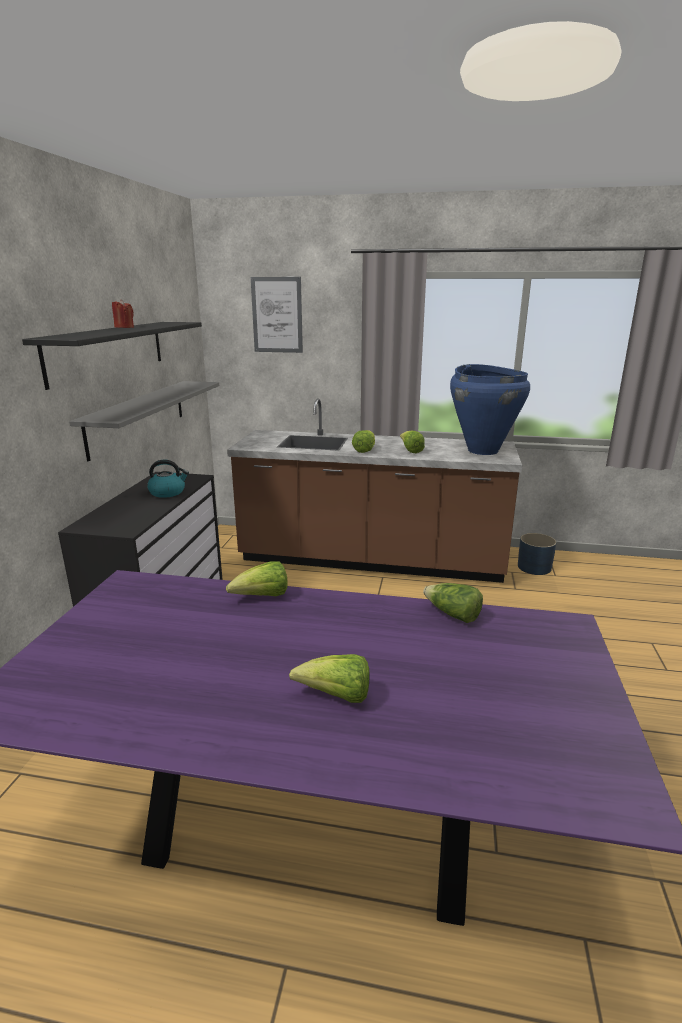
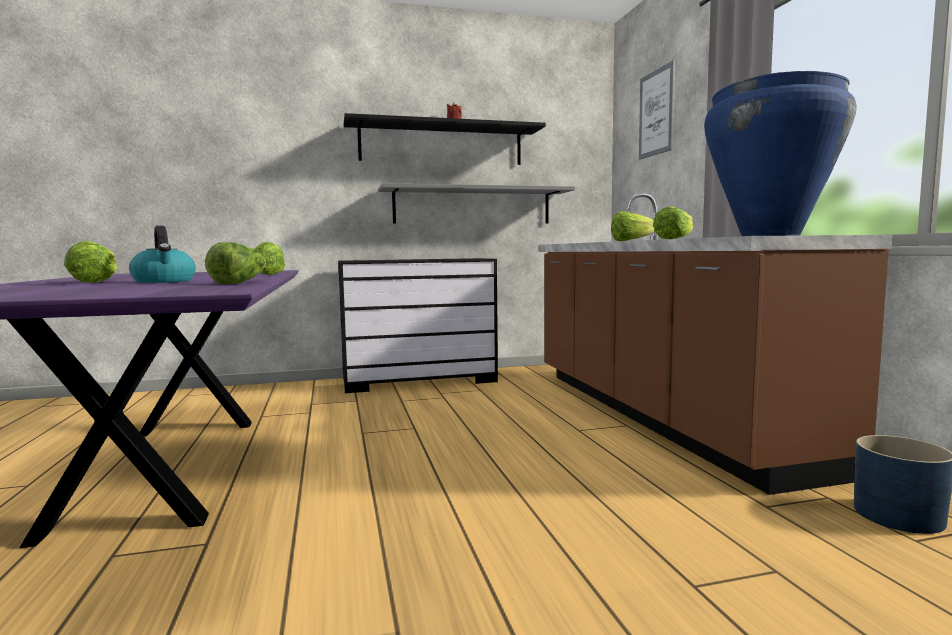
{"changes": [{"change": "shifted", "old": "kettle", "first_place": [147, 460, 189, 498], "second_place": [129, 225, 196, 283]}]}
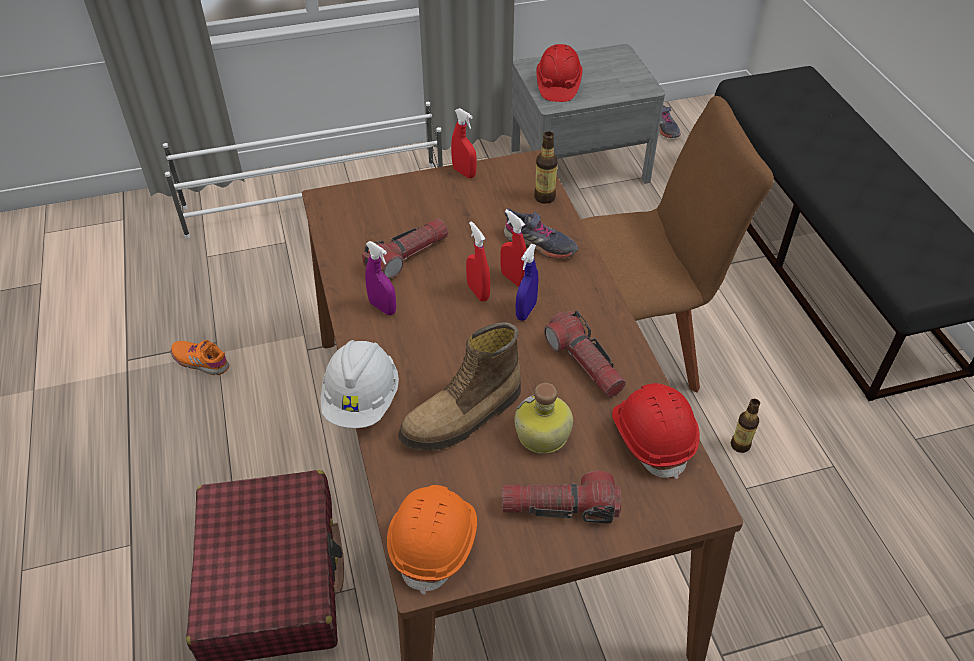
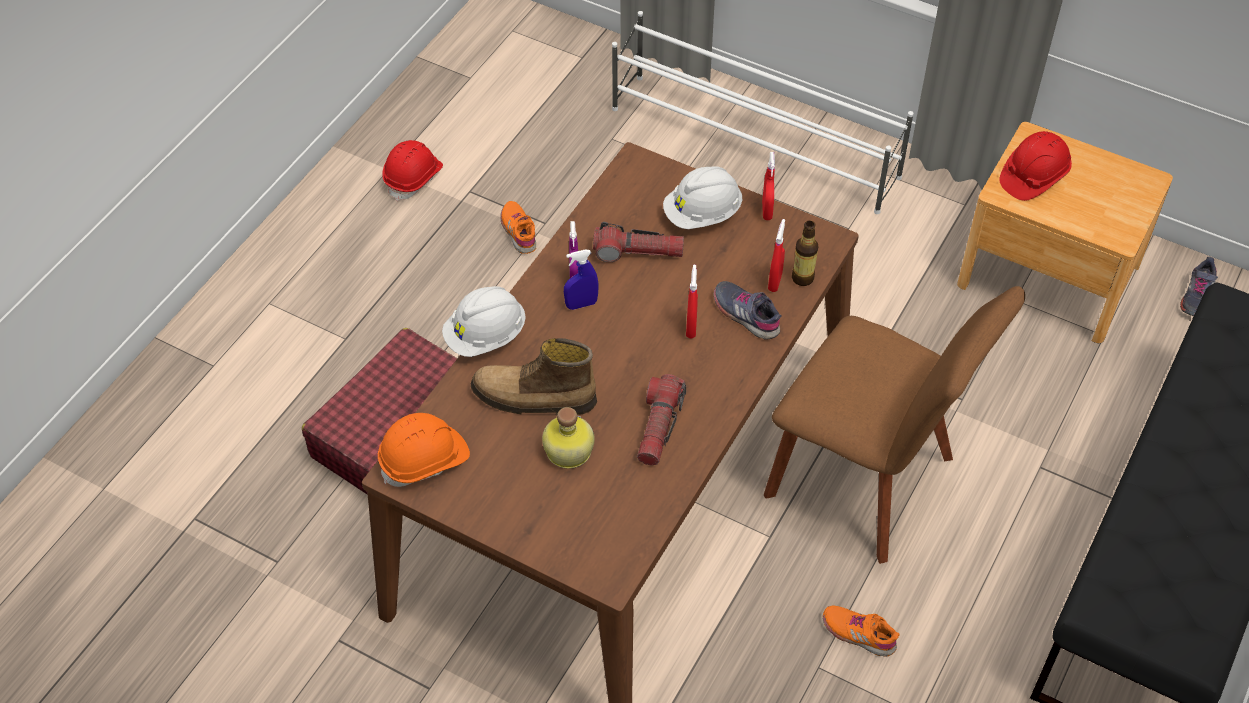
{"changes": [{"change": "shifted", "old": "red spray bottle", "first_place": [466, 221, 490, 302], "second_place": [768, 219, 785, 292]}, {"change": "gone", "old": "flashlight", "first_place": [502, 471, 621, 523]}, {"change": "rotated", "old": "grey shoe", "first_place": [504, 208, 578, 259], "second_place": [713, 281, 781, 340], "degrees": 150}, {"change": "repainted", "old": "grey nightstand", "new": "brown nightstand", "first_place": [511, 44, 665, 184], "second_place": [957, 122, 1173, 343]}, {"change": "shifted", "old": "blue spray bottle", "first_place": [516, 244, 538, 321], "second_place": [564, 249, 599, 310]}, {"change": "shifted", "old": "red hard hat", "first_place": [612, 383, 700, 479], "second_place": [382, 140, 443, 201]}, {"change": "swapped", "old": "bottle", "new": "orange shoe", "first_place": [731, 399, 760, 453], "second_place": [823, 605, 900, 657]}, {"change": "new", "new": "white hard hat", "second_place": [663, 166, 742, 229]}]}
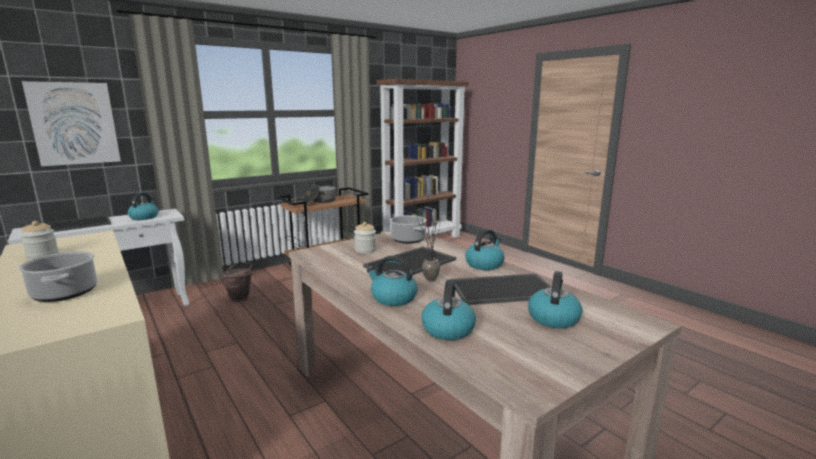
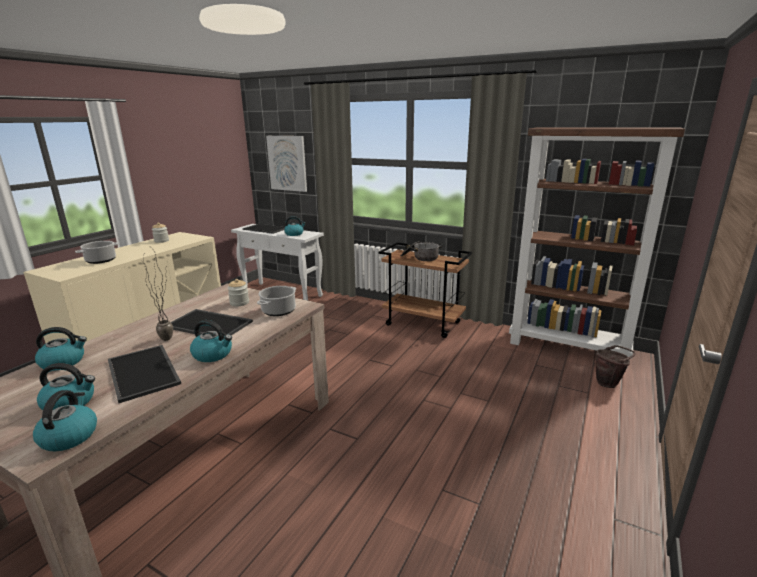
{"changes": [{"change": "shifted", "old": "brown bucket", "first_place": [222, 262, 253, 302], "second_place": [596, 345, 635, 388]}, {"change": "shifted", "old": "kettle", "first_place": [367, 256, 418, 306], "second_place": [33, 390, 97, 451]}]}
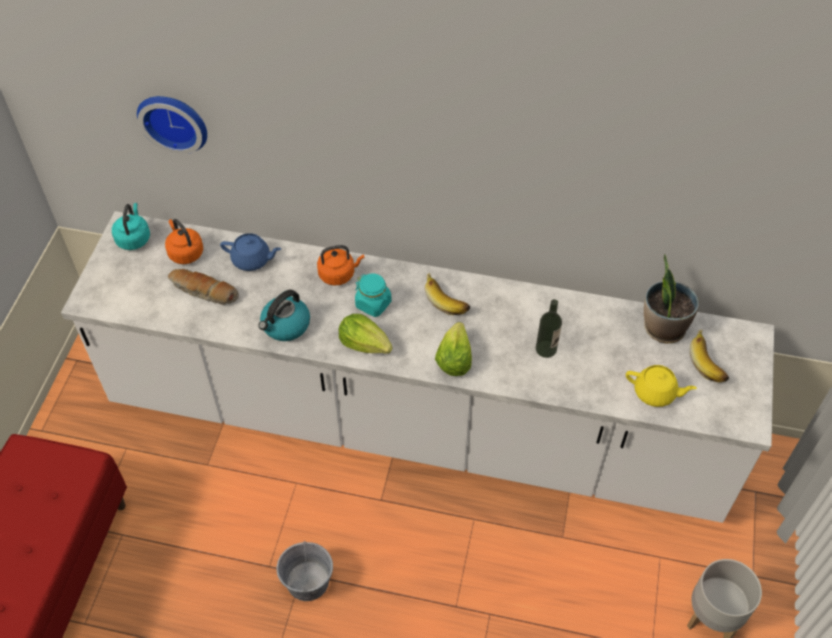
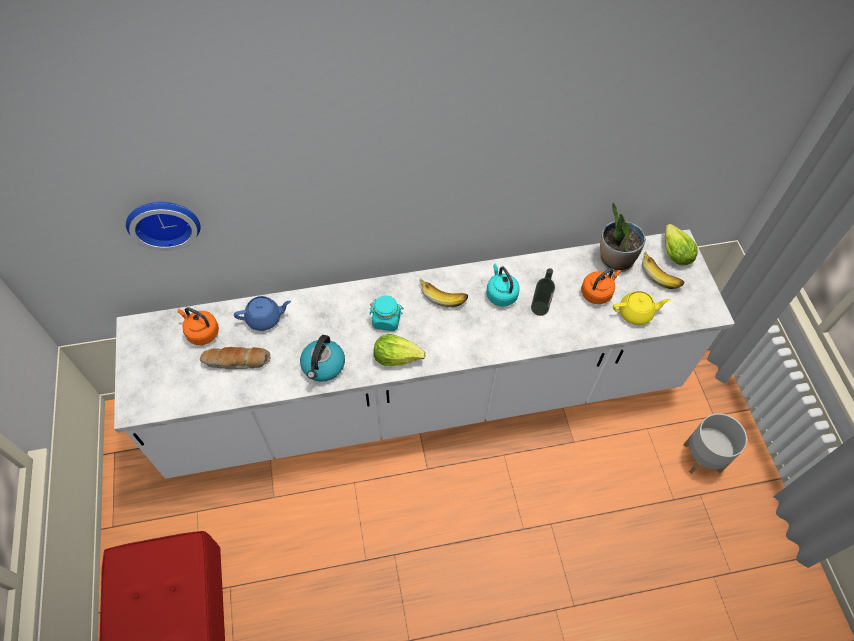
{"changes": [{"change": "shifted", "old": "turquoise kettle", "first_place": [112, 203, 150, 250], "second_place": [487, 264, 519, 307]}, {"change": "gone", "old": "grey bucket", "first_place": [277, 540, 333, 601]}, {"change": "shifted", "old": "orange kettle", "first_place": [317, 245, 365, 286], "second_place": [581, 268, 621, 304]}, {"change": "shifted", "old": "lettuce", "first_place": [435, 322, 472, 376], "second_place": [665, 224, 698, 265]}]}
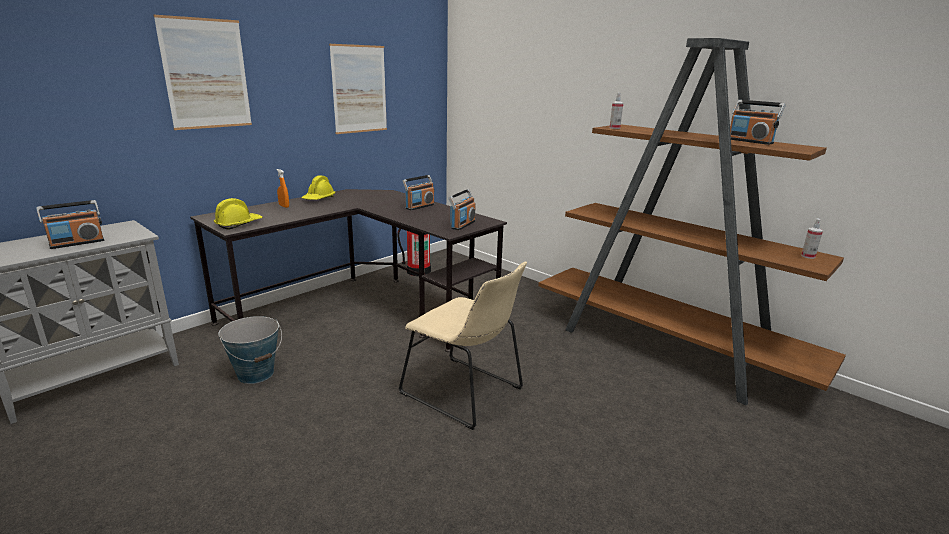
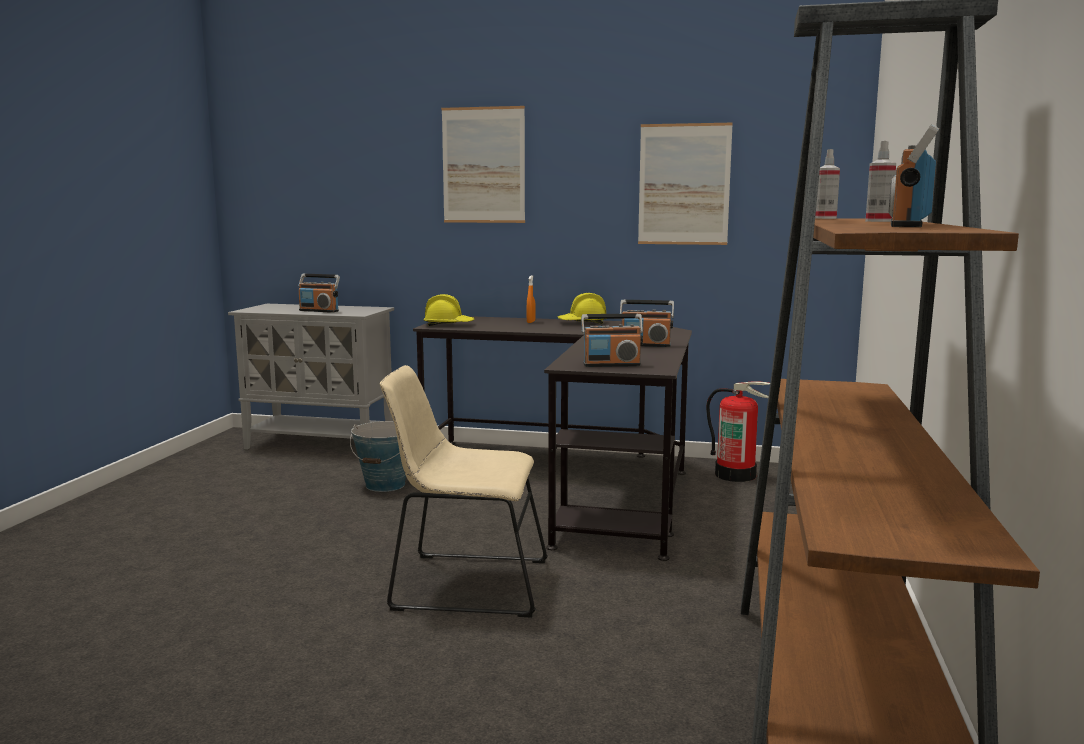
{"changes": [{"change": "rotated", "old": "beige chair", "first_place": [398, 261, 527, 430], "second_place": [380, 365, 548, 618], "degrees": 90}, {"change": "shifted", "old": "spray bottle", "first_place": [801, 219, 823, 259], "second_place": [865, 141, 896, 222]}]}
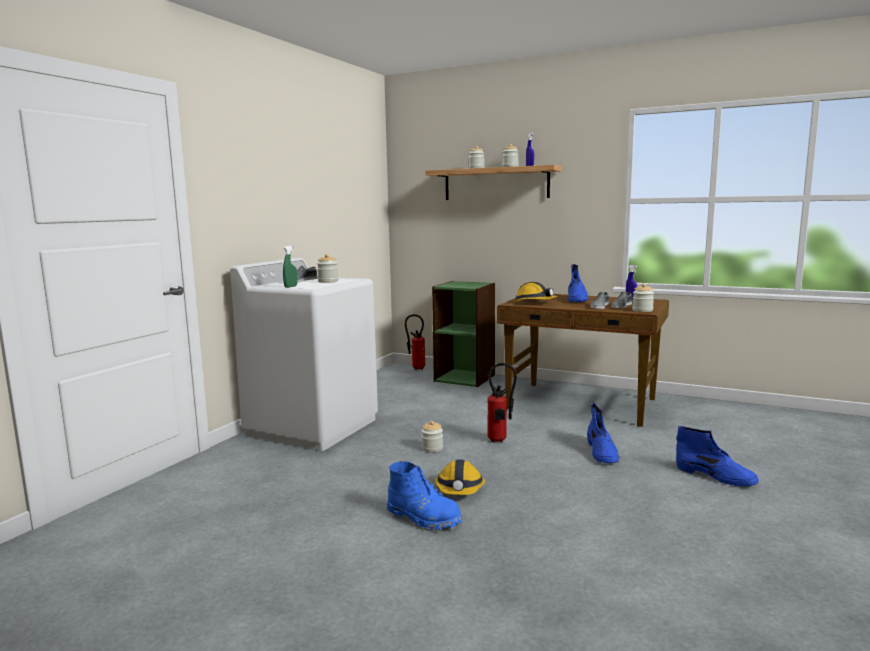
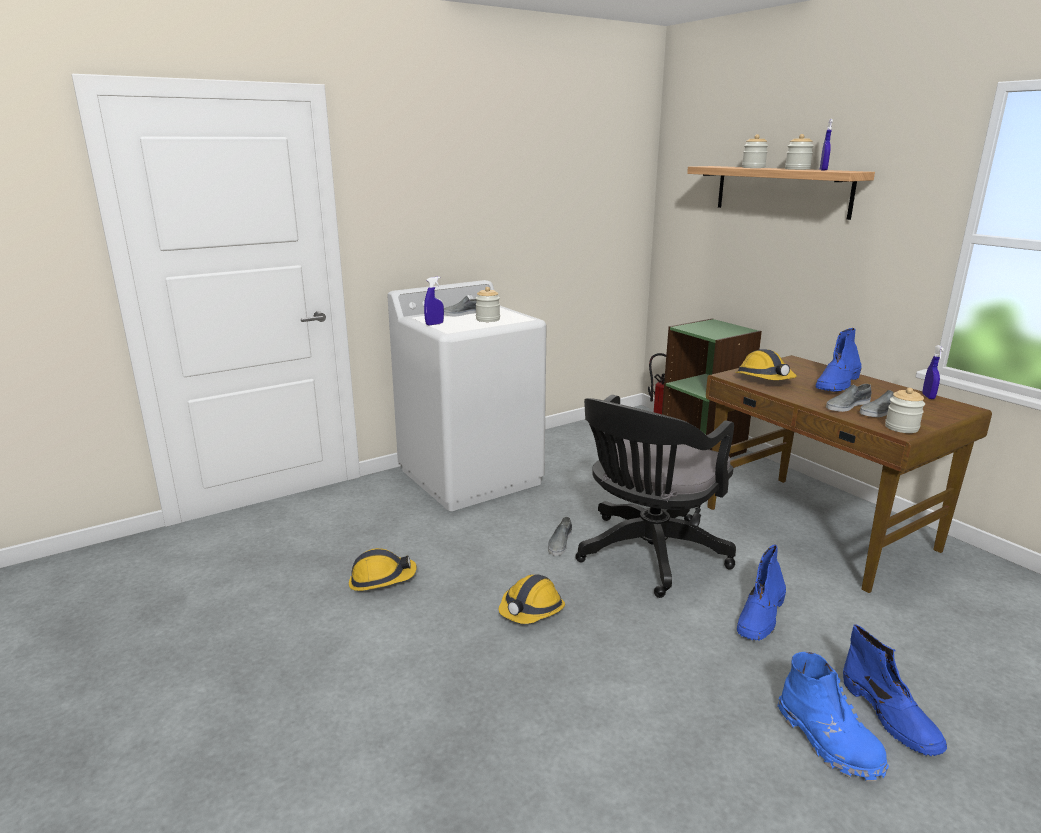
{"changes": [{"change": "repainted", "old": "green spray bottle", "new": "blue spray bottle", "first_place": [283, 245, 297, 288], "second_place": [424, 277, 444, 325]}, {"change": "shifted", "old": "blue boot", "first_place": [386, 461, 462, 531], "second_place": [778, 652, 889, 782]}, {"change": "swapped", "old": "jar", "new": "grey shoe", "first_place": [421, 421, 443, 452], "second_place": [548, 517, 572, 556]}, {"change": "swapped", "old": "fire extinguisher", "new": "black office chair", "first_place": [487, 363, 516, 443], "second_place": [575, 395, 736, 598]}, {"change": "new", "new": "hard hat", "second_place": [349, 548, 417, 591]}]}
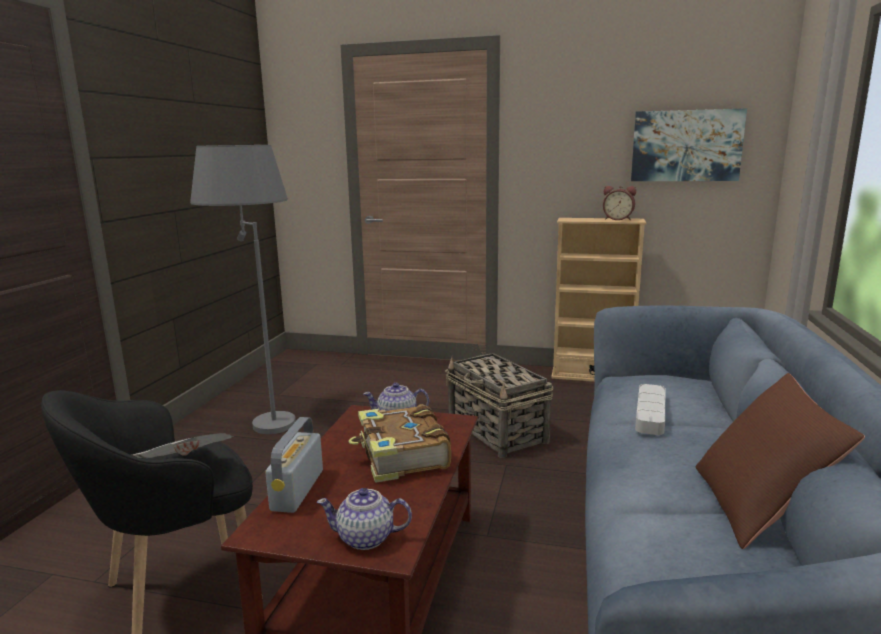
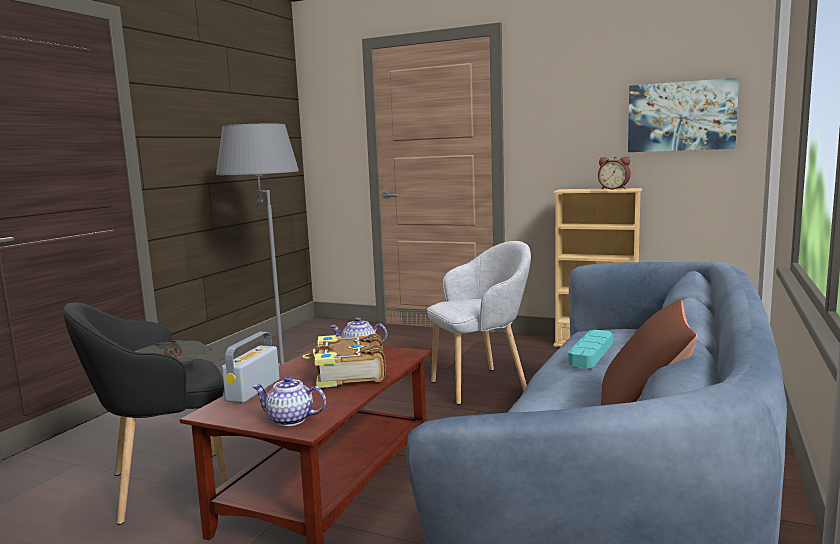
{"changes": [{"change": "swapped", "old": "basket", "new": "grey armchair", "first_place": [445, 353, 553, 458], "second_place": [427, 241, 531, 405]}, {"change": "repainted", "old": "grey tray", "new": "turquoise tray", "first_place": [635, 384, 665, 435], "second_place": [568, 330, 613, 368]}]}
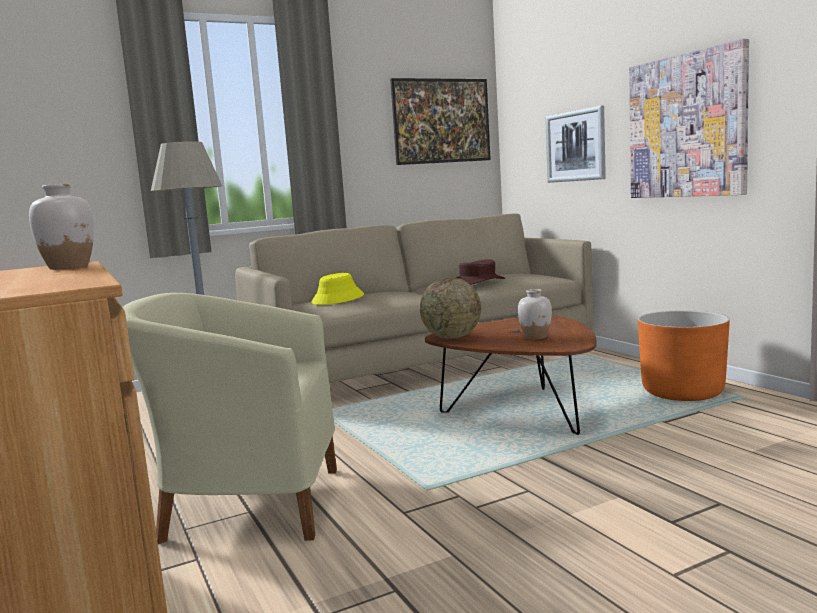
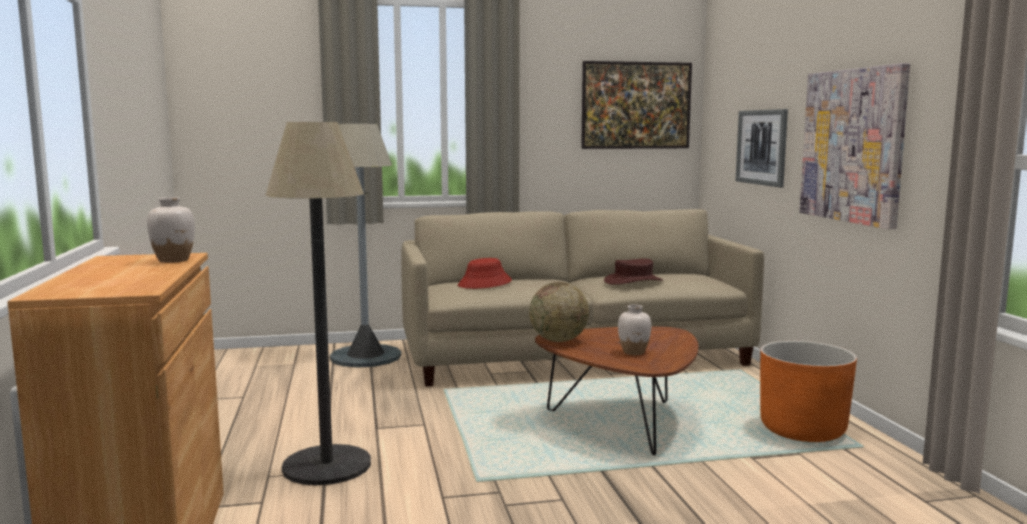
{"changes": [{"change": "swapped", "old": "beige armchair", "new": "floor lamp", "first_place": [122, 293, 337, 544], "second_place": [265, 122, 371, 485]}, {"change": "repainted", "old": "yellow hat", "new": "red hat", "first_place": [311, 273, 364, 305], "second_place": [458, 258, 512, 289]}]}
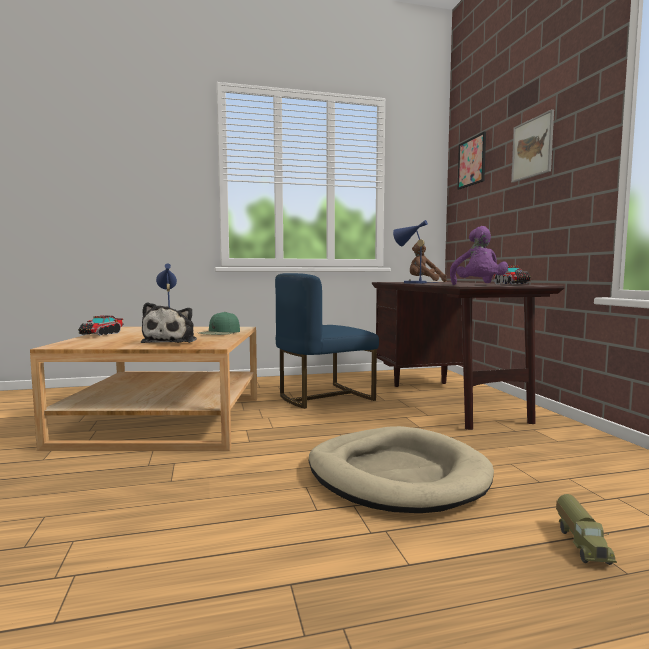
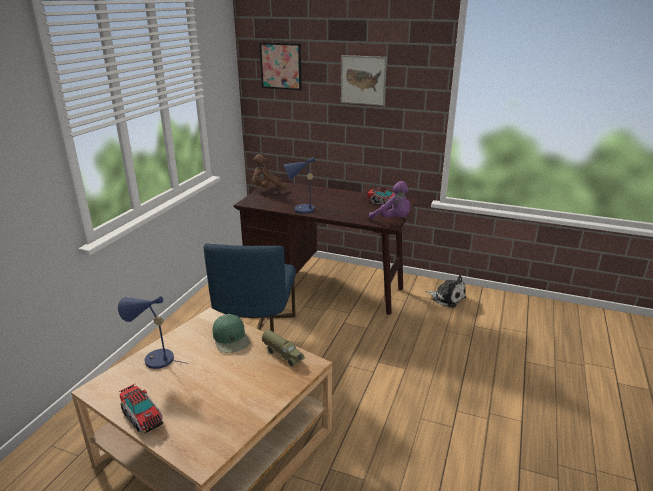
{"changes": [{"change": "shifted", "old": "plush toy", "first_place": [141, 302, 197, 343], "second_place": [426, 275, 466, 308]}, {"change": "gone", "old": "beige dog bed", "first_place": [309, 426, 494, 513]}, {"change": "shifted", "old": "toy truck", "first_place": [556, 494, 617, 565], "second_place": [262, 330, 305, 366]}]}
